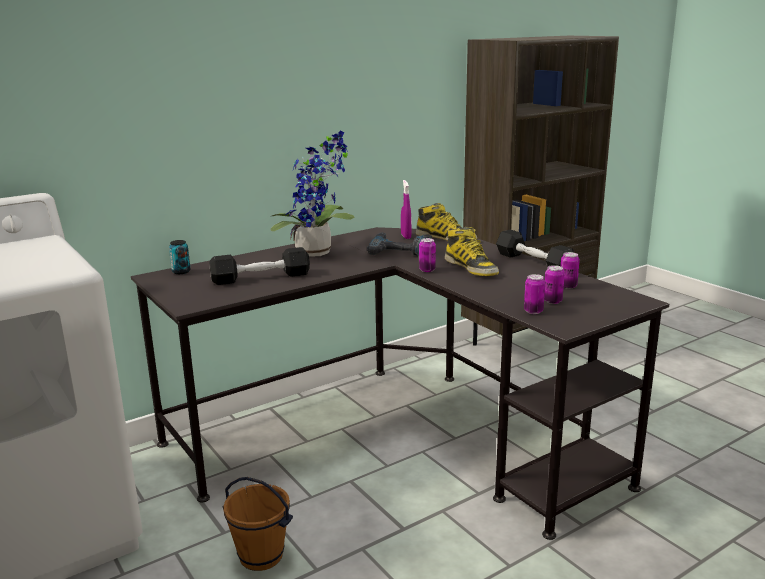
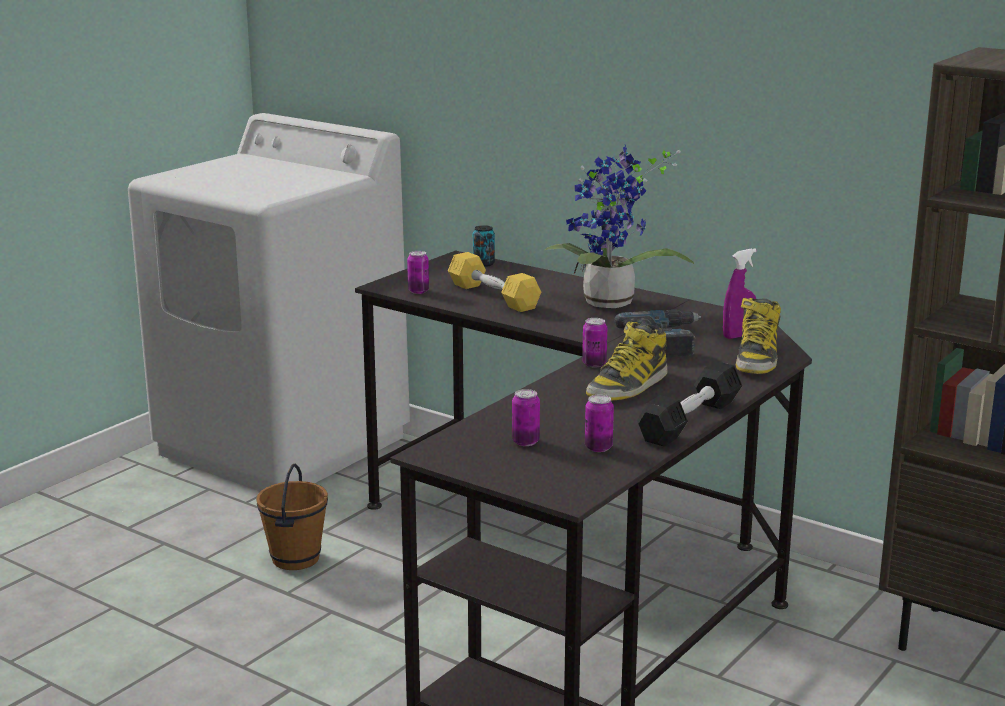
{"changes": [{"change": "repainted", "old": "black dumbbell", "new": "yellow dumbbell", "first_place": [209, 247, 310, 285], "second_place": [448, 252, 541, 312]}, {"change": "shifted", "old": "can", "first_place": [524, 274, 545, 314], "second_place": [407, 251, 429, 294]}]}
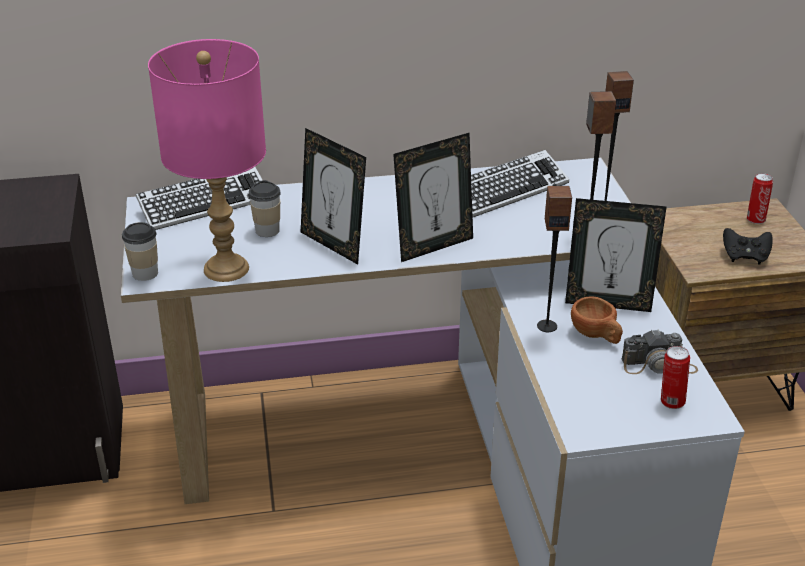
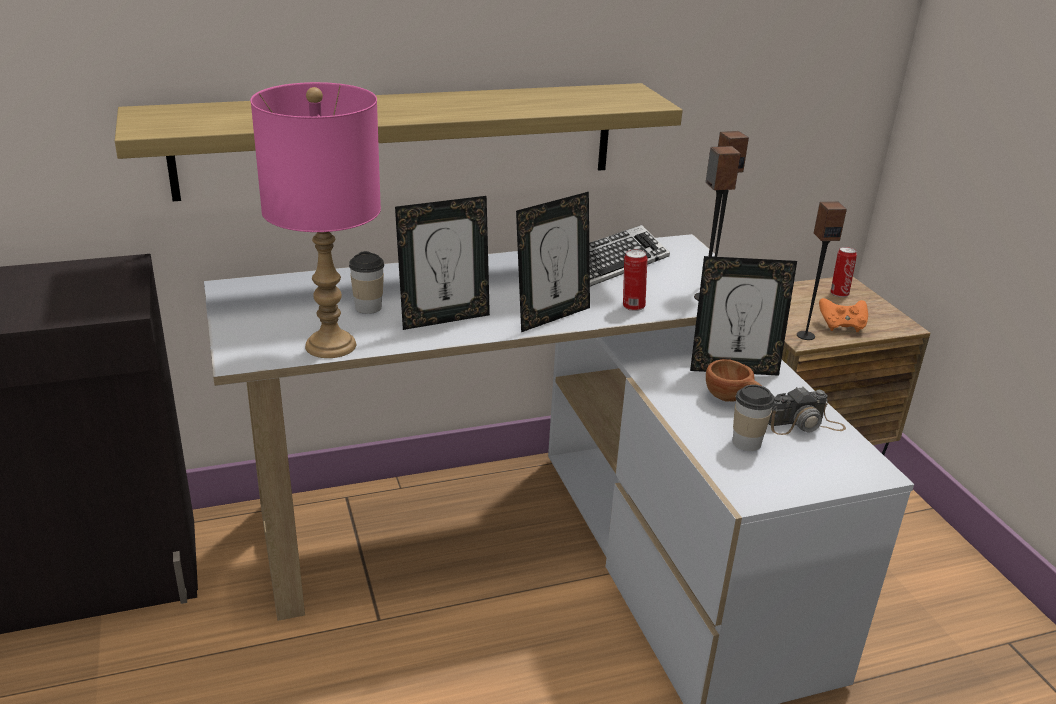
{"changes": [{"change": "shifted", "old": "cup", "first_place": [122, 222, 158, 281], "second_place": [732, 385, 775, 451]}, {"change": "gone", "old": "keyboard", "first_place": [136, 167, 262, 230]}, {"change": "rotated", "old": "picture frame", "first_place": [301, 128, 366, 265], "second_place": [395, 196, 490, 330], "degrees": -60}, {"change": "shifted", "old": "speaker", "first_place": [537, 186, 572, 332], "second_place": [797, 201, 847, 340]}, {"change": "shifted", "old": "can", "first_place": [661, 346, 690, 409], "second_place": [623, 249, 647, 311]}, {"change": "repainted", "old": "black game controller", "new": "orange game controller", "first_place": [723, 228, 773, 265], "second_place": [819, 298, 868, 332]}, {"change": "new", "new": "shelf", "second_place": [115, 83, 683, 201]}]}
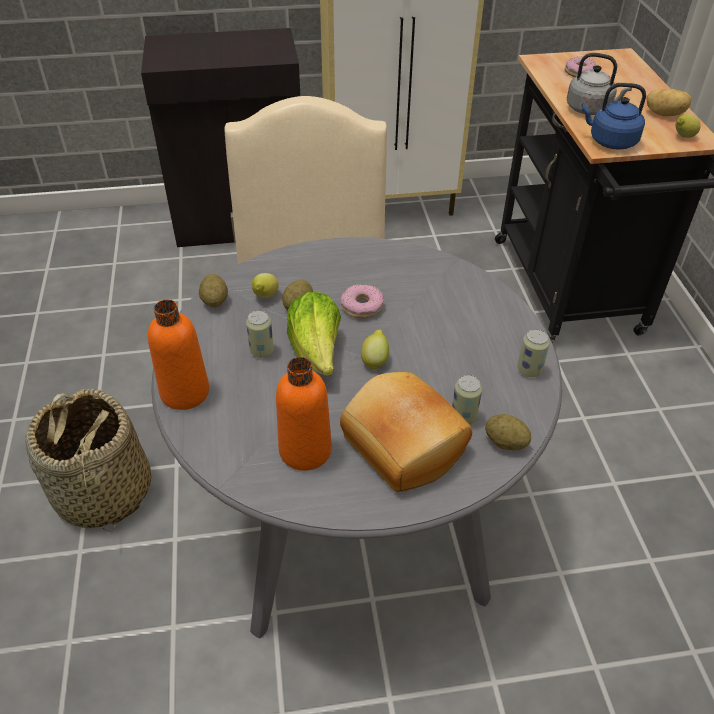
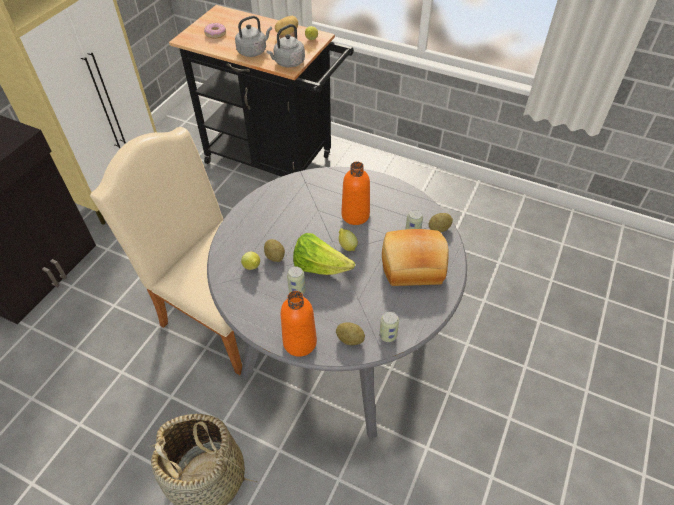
{"changes": [{"change": "shifted", "old": "potato", "first_place": [199, 274, 228, 308], "second_place": [336, 322, 365, 345]}, {"change": "shifted", "old": "orange bottle", "first_place": [276, 357, 332, 471], "second_place": [341, 162, 370, 225]}, {"change": "gone", "old": "donut", "first_place": [341, 284, 384, 319]}, {"change": "shifted", "old": "can", "first_place": [517, 329, 550, 377], "second_place": [379, 312, 399, 342]}, {"change": "repainted", "old": "blue kettle", "new": "grey kettle", "first_place": [581, 83, 646, 150], "second_place": [266, 24, 305, 68]}]}
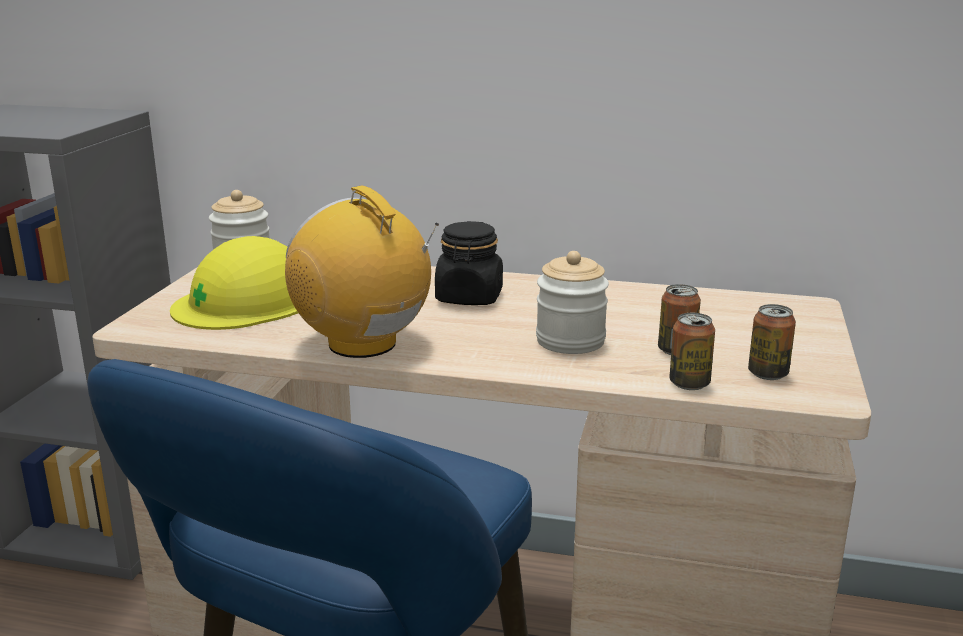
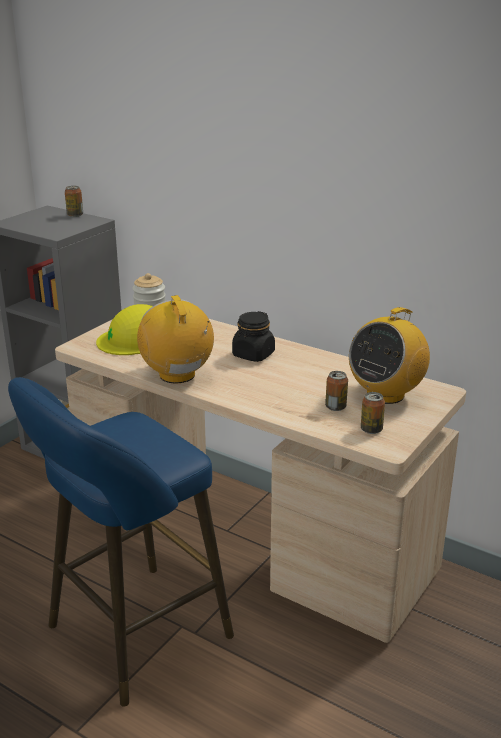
{"changes": [{"change": "gone", "old": "jar", "first_place": [536, 251, 609, 354]}, {"change": "shifted", "old": "can", "first_place": [669, 313, 715, 390], "second_place": [65, 186, 83, 217]}, {"change": "new", "new": "radio", "second_place": [349, 307, 430, 404]}]}
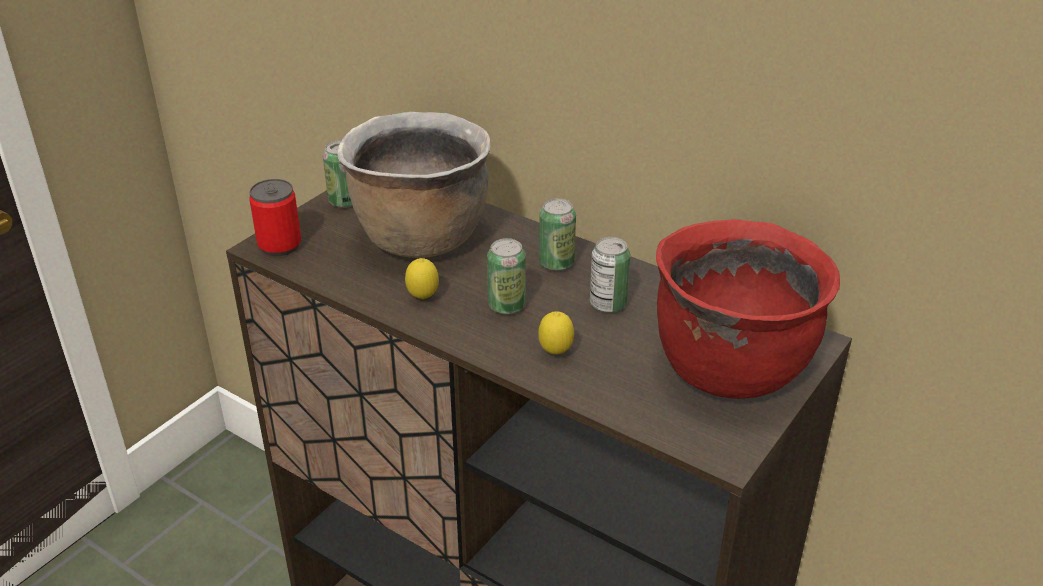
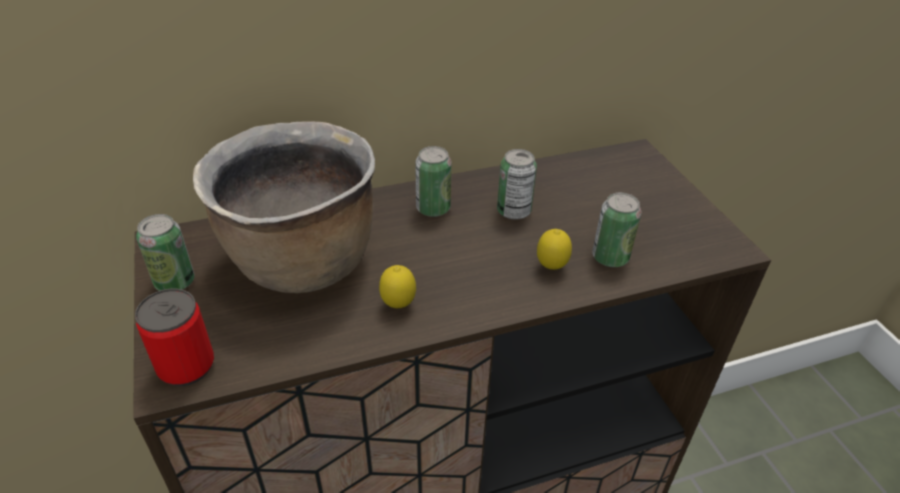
{"changes": [{"change": "shifted", "old": "can", "first_place": [487, 238, 526, 315], "second_place": [592, 192, 641, 267]}, {"change": "gone", "old": "red cooking pot", "first_place": [656, 219, 840, 399]}]}
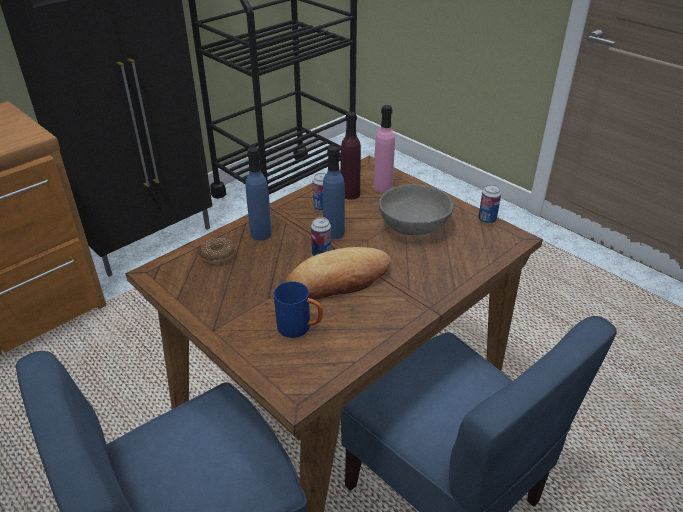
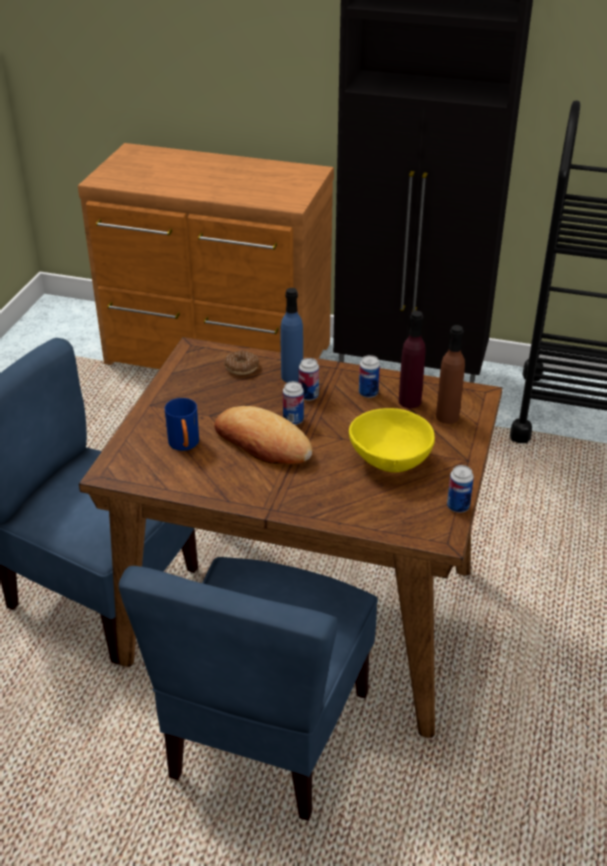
{"changes": [{"change": "gone", "old": "blue bottle", "first_place": [323, 146, 345, 239]}, {"change": "repainted", "old": "pink bottle", "new": "brown bottle", "first_place": [374, 105, 395, 192], "second_place": [436, 325, 465, 424]}, {"change": "repainted", "old": "grey bowl", "new": "yellow bowl", "first_place": [379, 184, 453, 235], "second_place": [349, 408, 435, 472]}, {"change": "new", "new": "can", "second_place": [299, 358, 319, 401]}]}
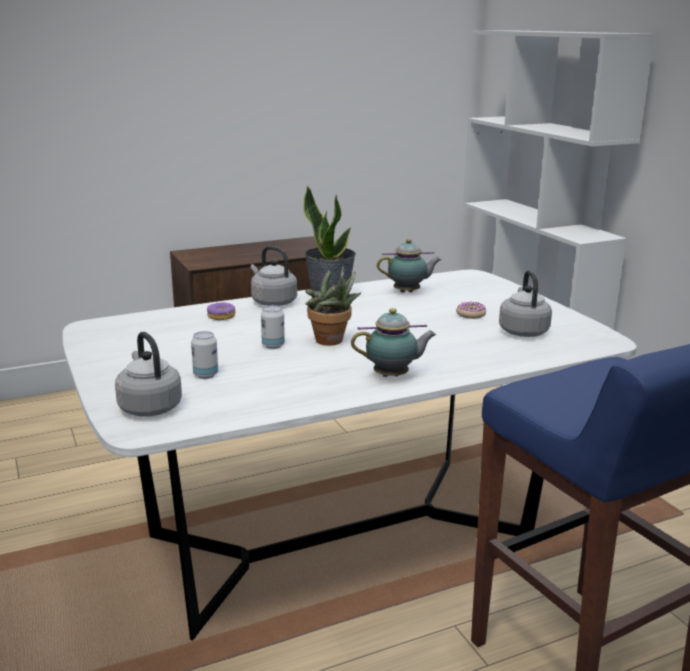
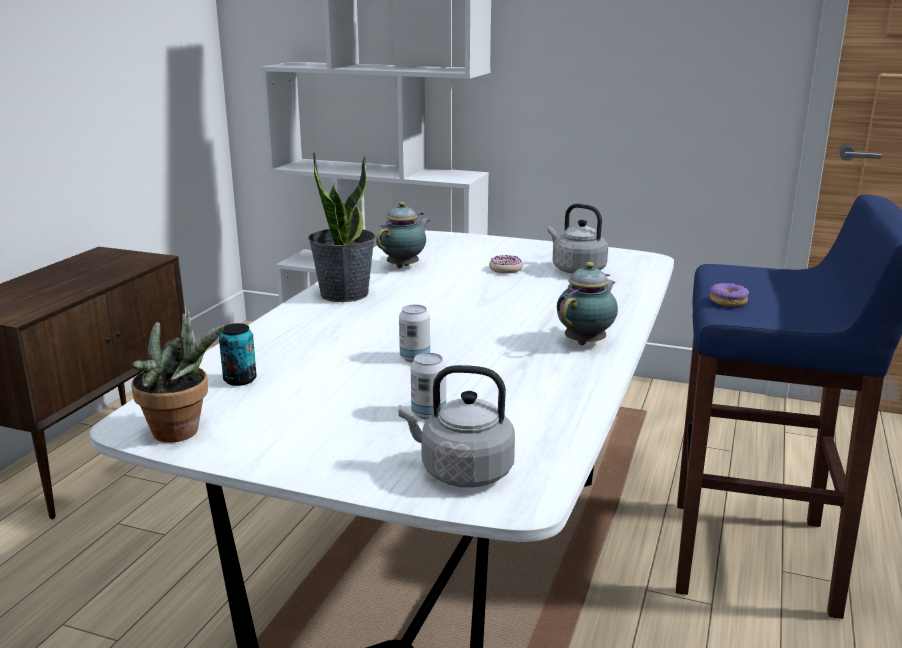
{"changes": [{"change": "shifted", "old": "donut", "first_place": [207, 302, 235, 320], "second_place": [710, 283, 750, 306]}, {"change": "gone", "old": "grey kettle", "first_place": [251, 246, 297, 306]}, {"change": "shifted", "old": "potted plant", "first_place": [305, 265, 361, 346], "second_place": [131, 307, 224, 443]}, {"change": "new", "new": "can", "second_place": [219, 323, 257, 386]}]}
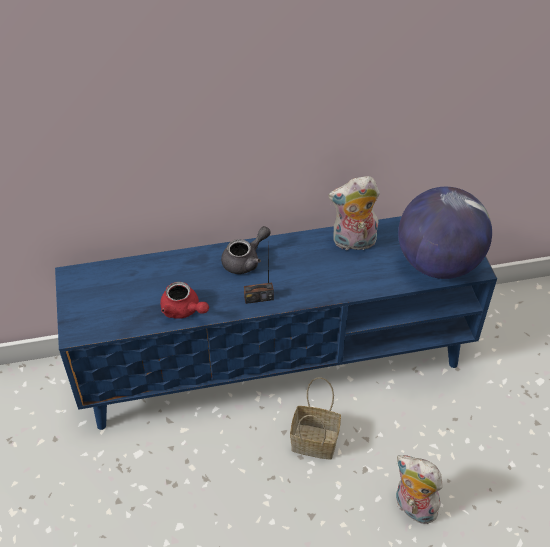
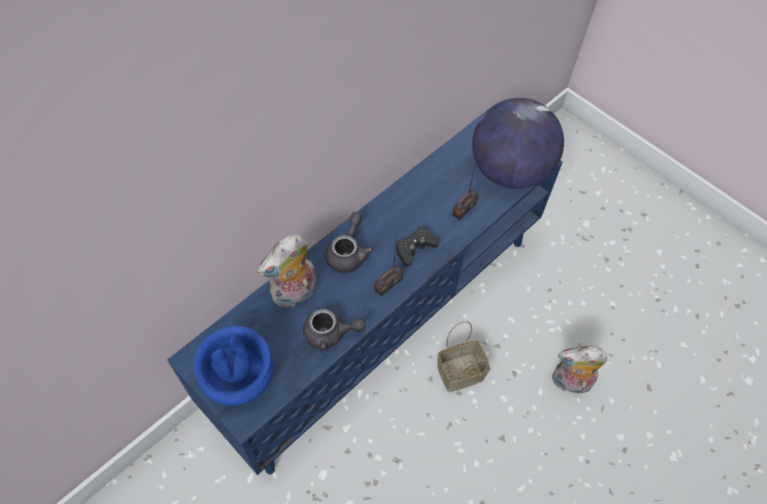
{"changes": [{"change": "repainted", "old": "red teapot", "new": "grey teapot", "first_place": [160, 282, 209, 319], "second_place": [303, 309, 366, 351]}, {"change": "shifted", "old": "plush toy", "first_place": [328, 176, 380, 253], "second_place": [257, 234, 317, 307]}, {"change": "new", "new": "blue vase", "second_place": [193, 326, 273, 406]}, {"change": "new", "new": "black game controller", "second_place": [396, 226, 439, 266]}, {"change": "new", "new": "radio", "second_place": [452, 157, 479, 220]}]}
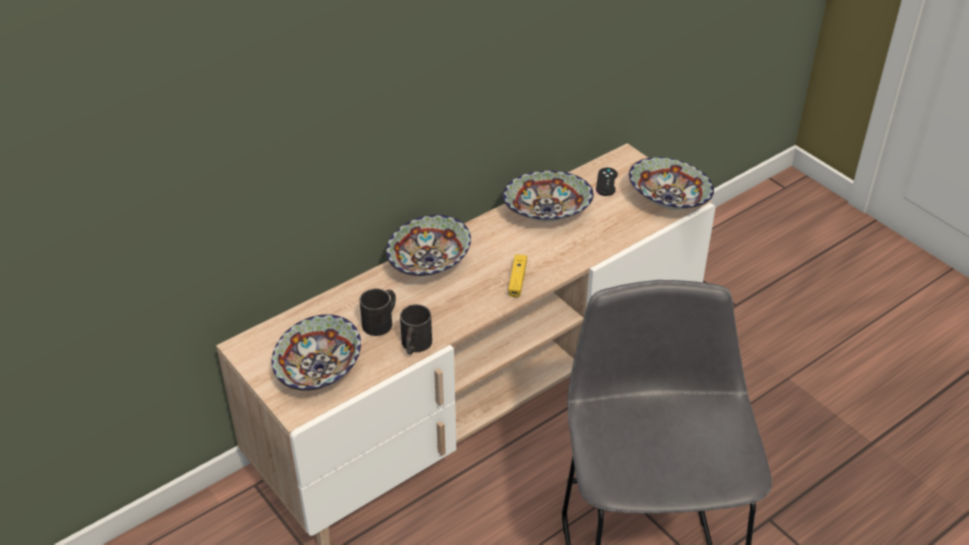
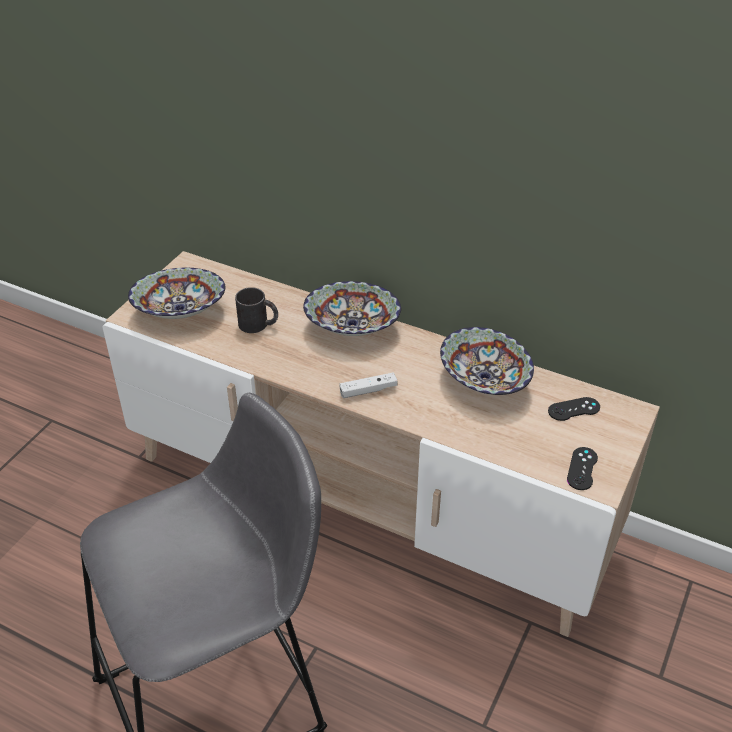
{"changes": [{"change": "gone", "old": "black mug", "first_place": [400, 304, 432, 355]}, {"change": "repainted", "old": "yellow game controller", "new": "white game controller", "first_place": [508, 254, 527, 297], "second_place": [339, 373, 397, 398]}, {"change": "swapped", "old": "bowl", "new": "black game controller", "first_place": [629, 157, 714, 210], "second_place": [567, 447, 598, 490]}]}
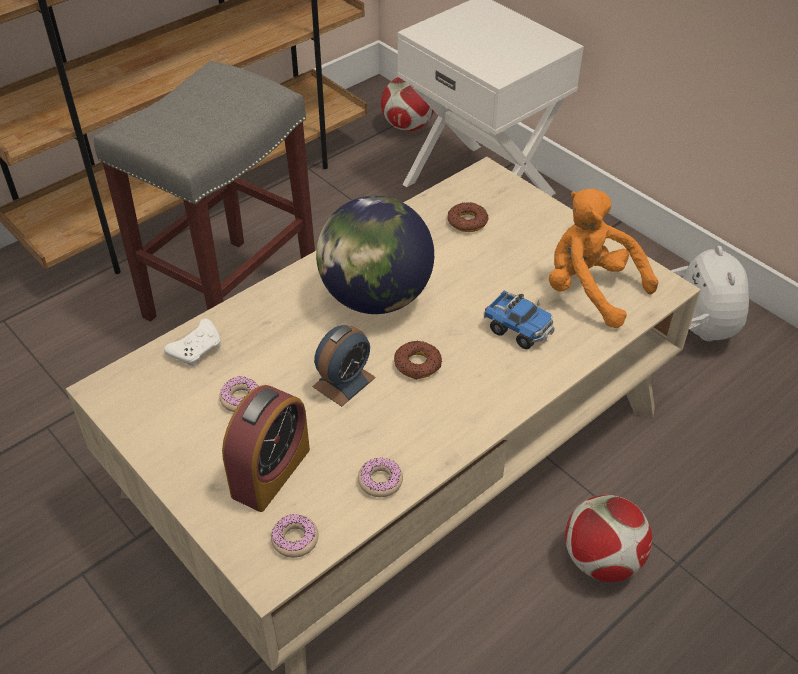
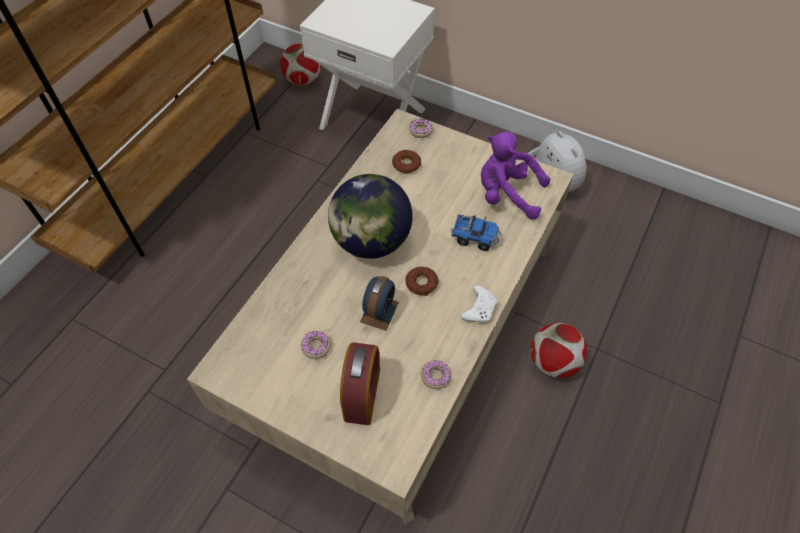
{"changes": [{"change": "gone", "old": "grey stool", "first_place": [94, 61, 315, 322]}, {"change": "shifted", "old": "white game controller", "first_place": [164, 319, 221, 366], "second_place": [461, 286, 497, 323]}, {"change": "shifted", "old": "donut", "first_place": [271, 514, 319, 558], "second_place": [409, 119, 433, 138]}, {"change": "repainted", "old": "orange plush toy", "new": "purple plush toy", "first_place": [549, 188, 658, 328], "second_place": [481, 132, 550, 219]}]}
